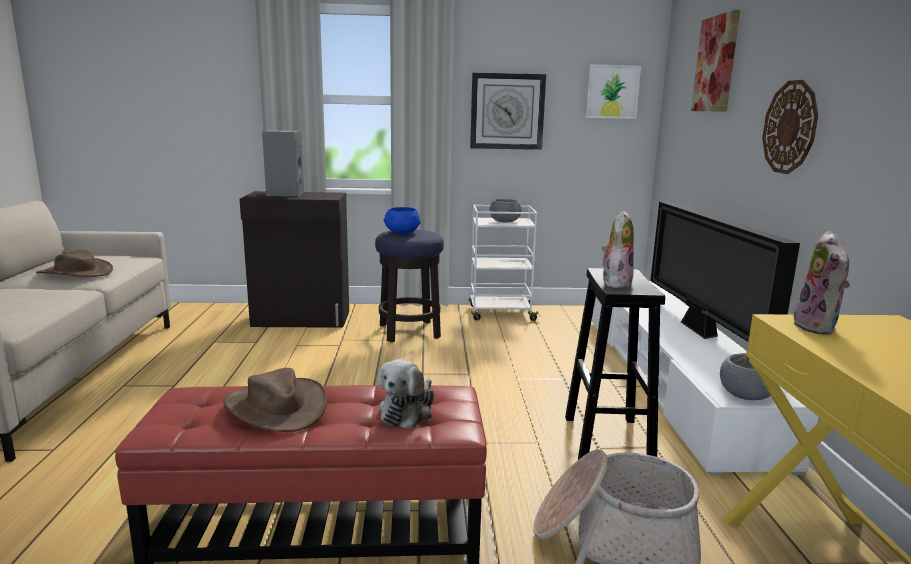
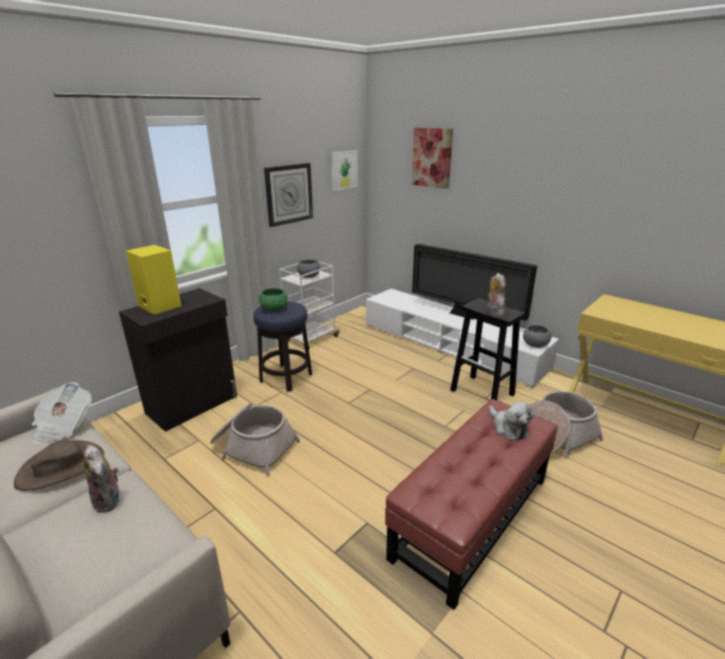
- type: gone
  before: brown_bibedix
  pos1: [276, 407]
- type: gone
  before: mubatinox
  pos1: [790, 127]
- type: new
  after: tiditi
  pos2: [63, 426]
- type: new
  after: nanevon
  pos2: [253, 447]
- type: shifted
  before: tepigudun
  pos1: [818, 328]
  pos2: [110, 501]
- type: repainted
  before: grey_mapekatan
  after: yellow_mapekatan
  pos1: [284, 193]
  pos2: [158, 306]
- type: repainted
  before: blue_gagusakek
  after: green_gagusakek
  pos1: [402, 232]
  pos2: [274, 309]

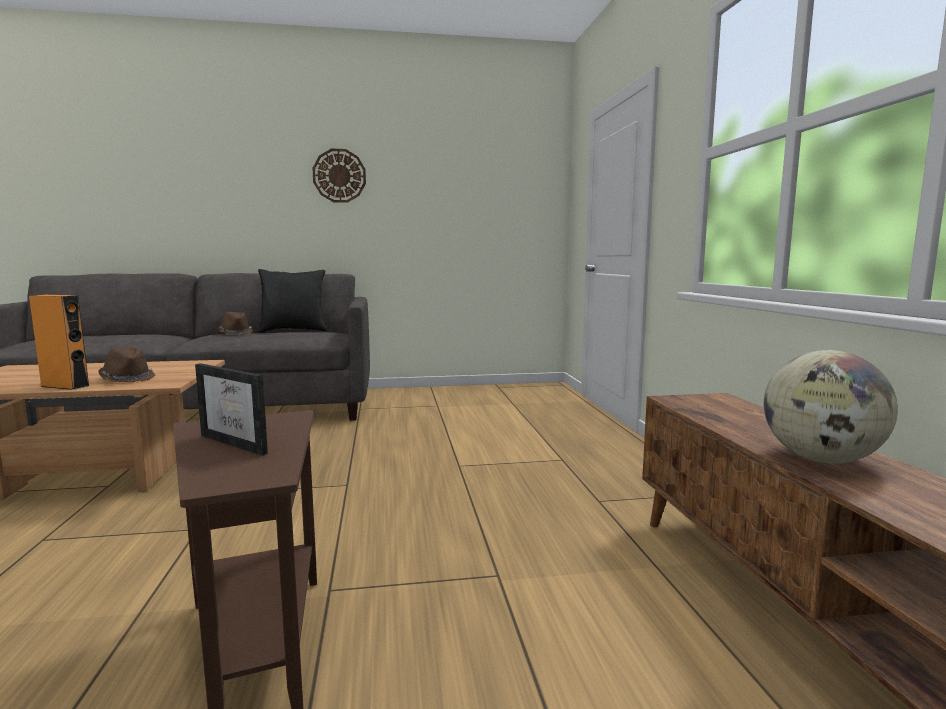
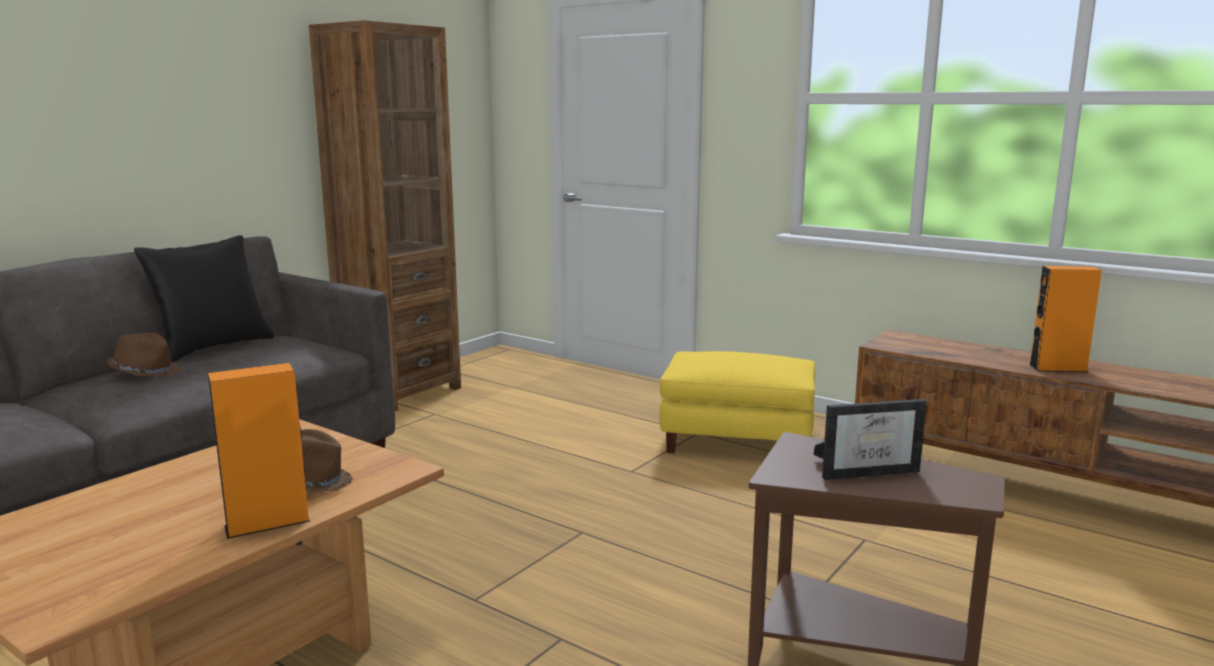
- type: gone
  before: mubatinox
  pos1: [339, 176]
- type: new
  after: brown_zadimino
  pos2: [400, 392]
- type: new
  after: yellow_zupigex
  pos2: [738, 440]
- type: swapped
  before: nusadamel
  after: orange_mapekatan
  pos1: [820, 459]
  pos2: [1057, 368]

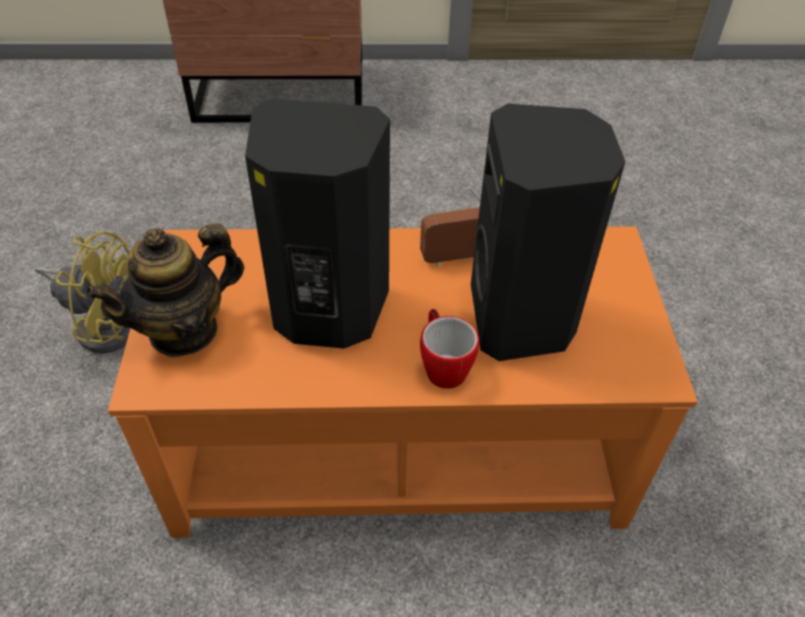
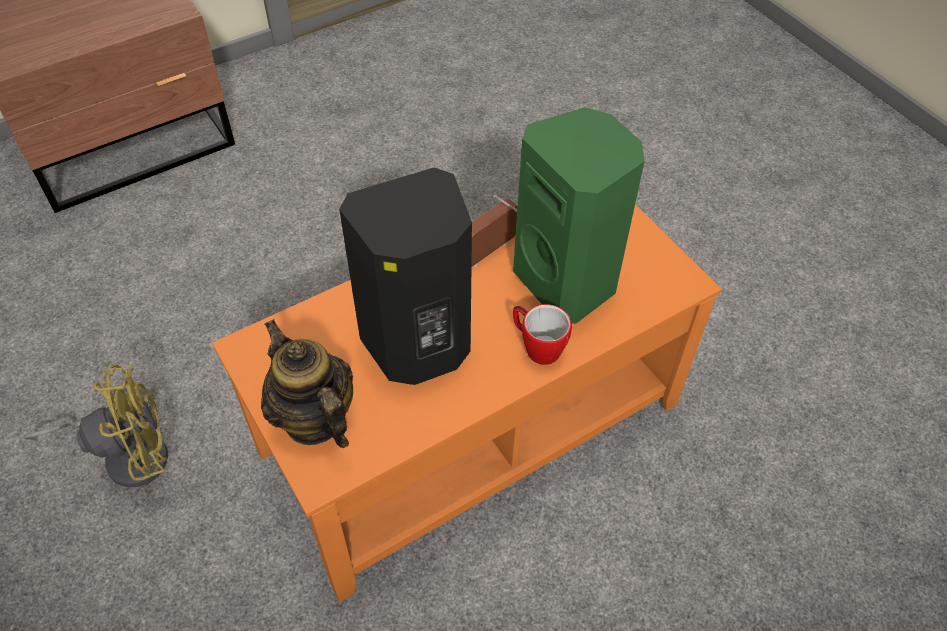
- type: repainted
  before: black_mapekatan
  after: green_mapekatan
  pos1: [522, 318]
  pos2: [568, 281]
- type: rotated
  before: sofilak
  pos1: [184, 330]
  pos2: [314, 418]
  turn: 120

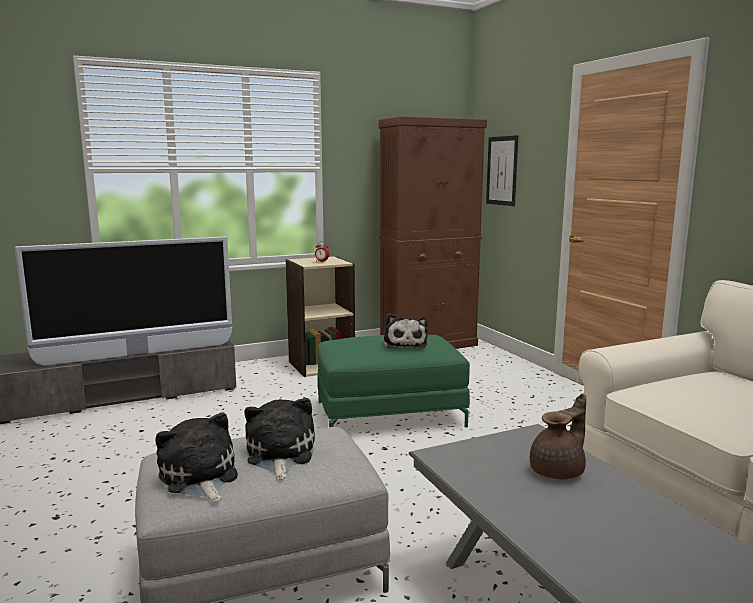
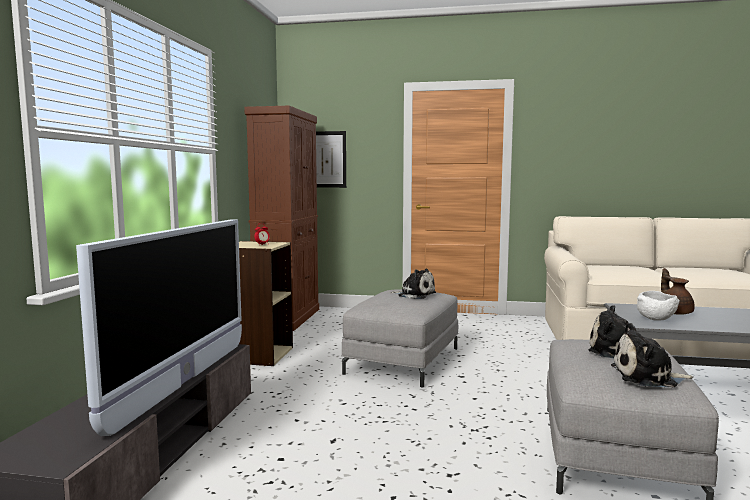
- type: new
  after: white_gagusakek
  pos2: [656, 319]
- type: repainted
  before: green_zupigex
  after: grey_zupigex
  pos1: [389, 413]
  pos2: [402, 360]

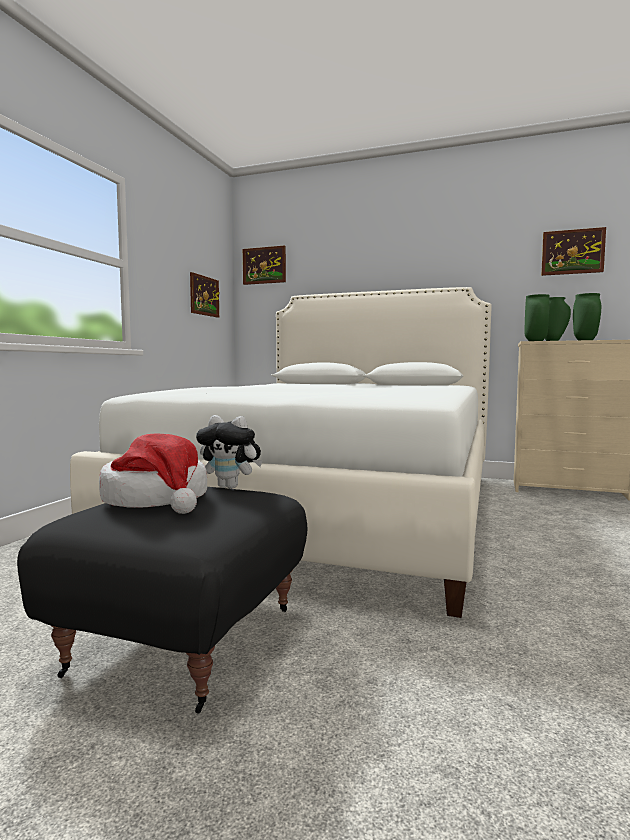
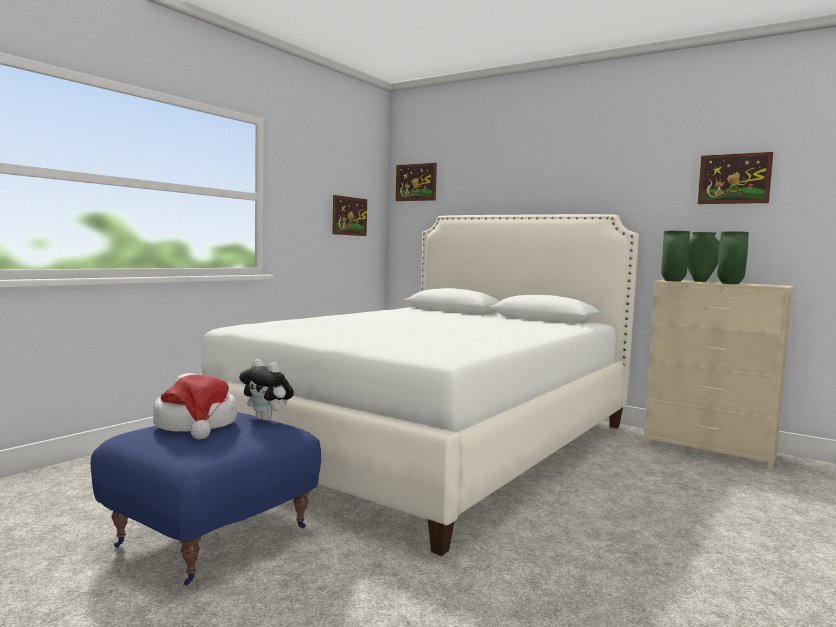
- type: repainted
  before: black_zupigex
  after: blue_zupigex
  pos1: [185, 640]
  pos2: [213, 536]

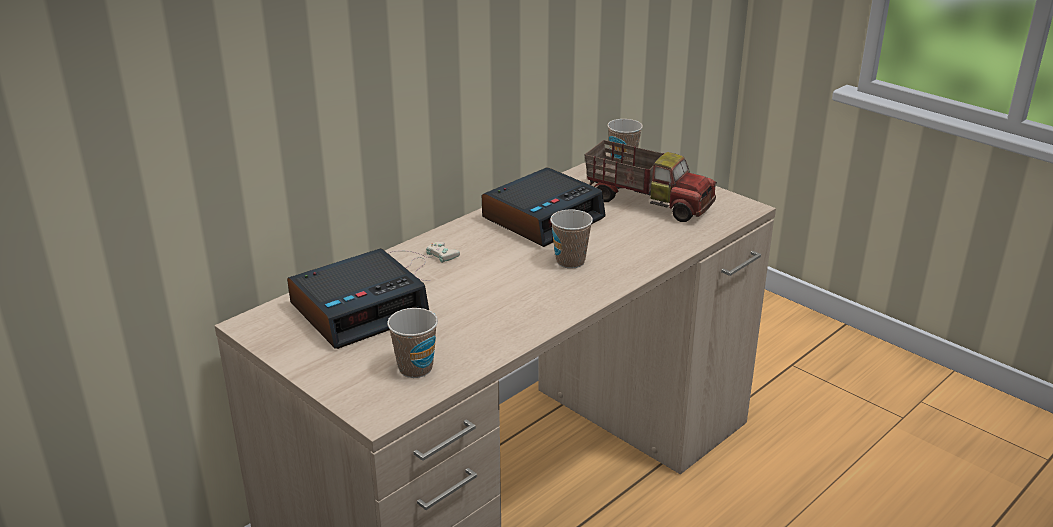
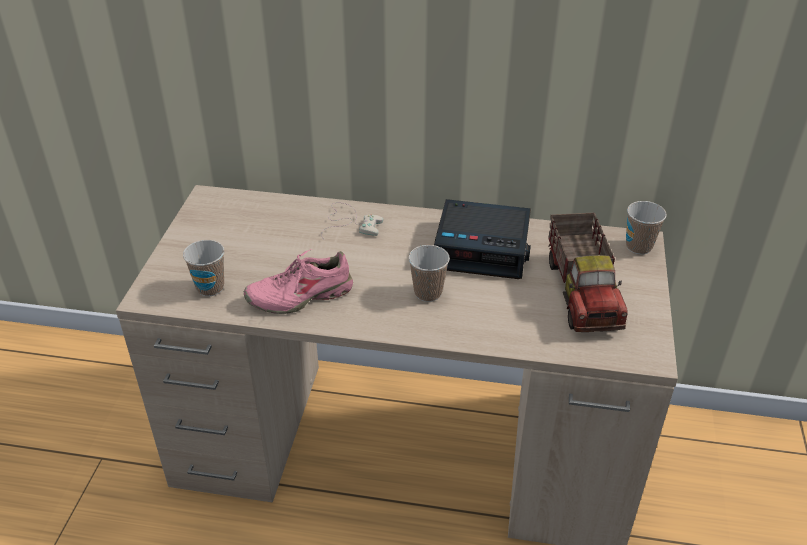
- type: gone
  before: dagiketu
  pos1: [360, 309]
- type: new
  after: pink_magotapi
  pos2: [300, 295]

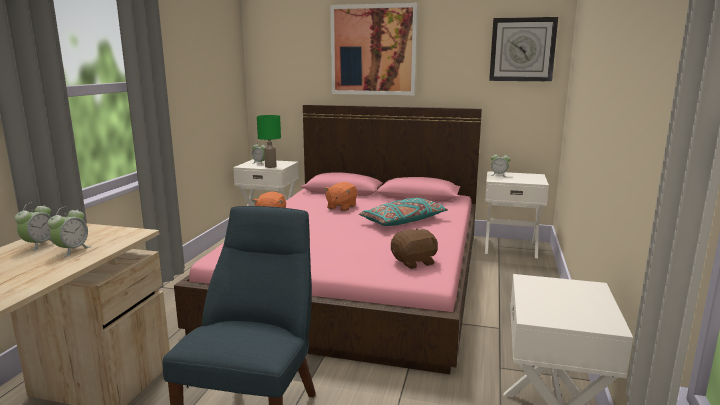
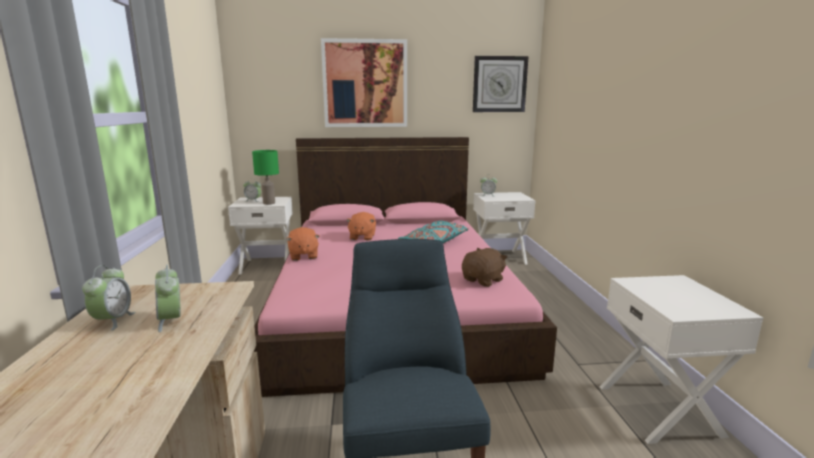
- type: rotated
  before: dagiketu
  pos1: [72, 250]
  pos2: [171, 321]
  turn: 150

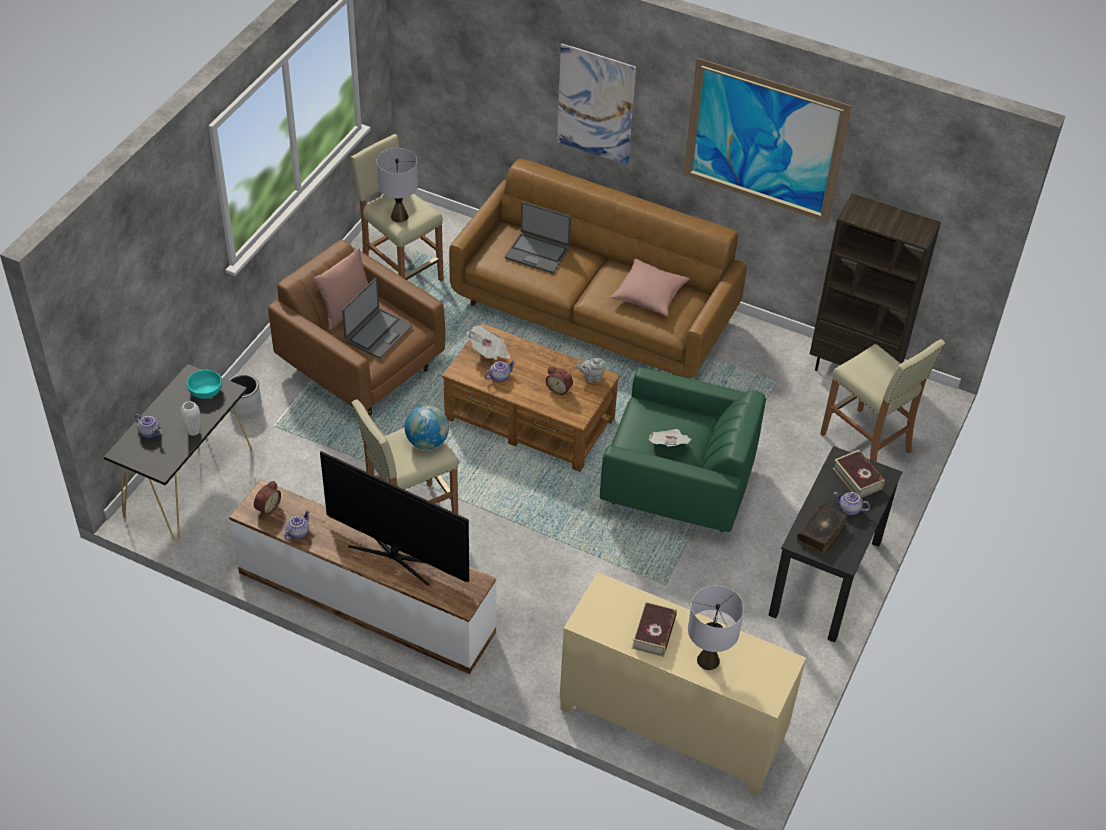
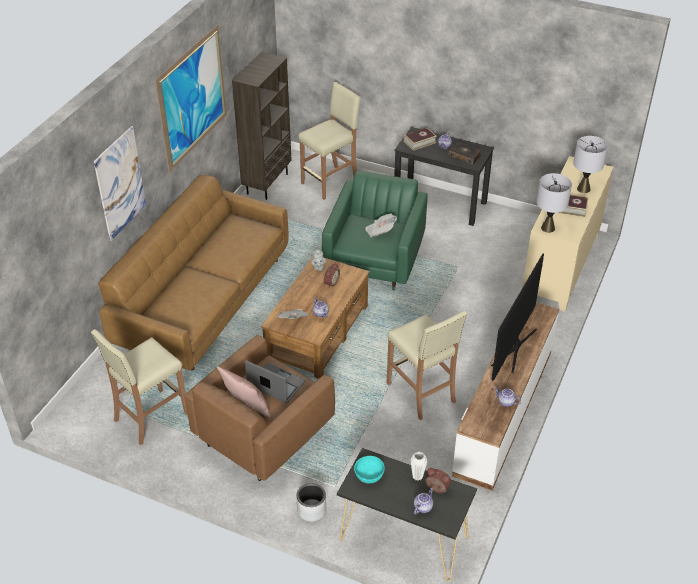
- type: gone
  before: nusadamel
  pos1: [427, 442]
- type: gone
  before: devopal
  pos1: [537, 253]
- type: gone
  before: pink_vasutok
  pos1: [649, 295]
- type: shifted
  before: dagiketu
  pos1: [267, 507]
  pos2: [436, 489]
- type: shifted
  before: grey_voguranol
  pos1: [399, 216]
  pos2: [547, 228]

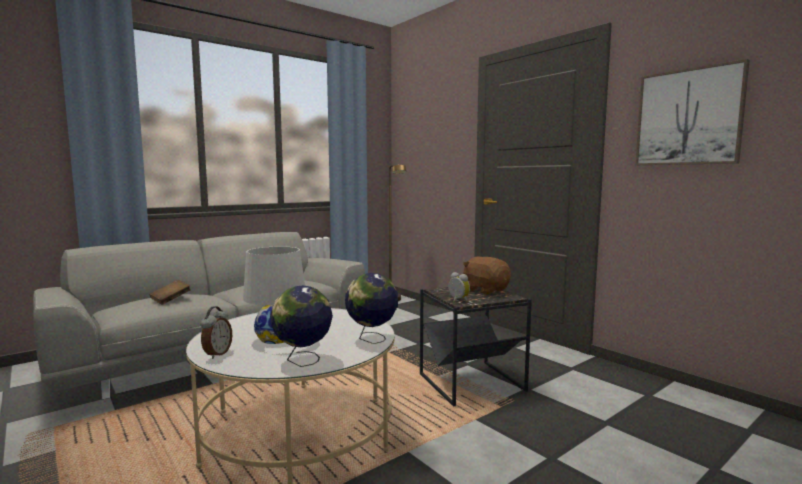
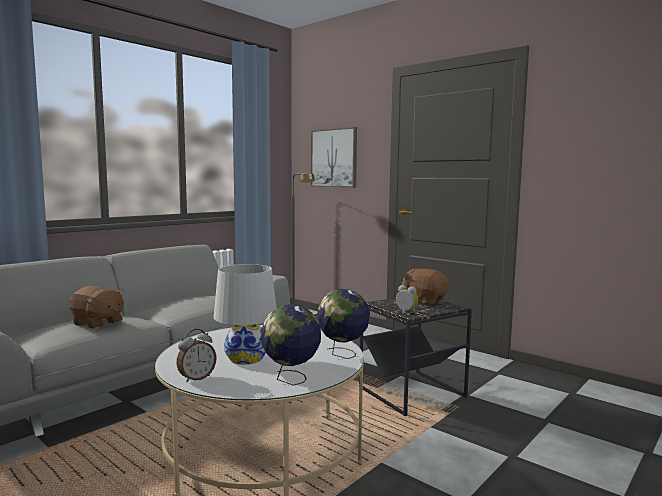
- type: shifted
  before: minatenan
  pos1: [688, 117]
  pos2: [334, 158]
- type: swapped
  before: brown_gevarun
  after: brown_tepigudun
  pos1: [171, 300]
  pos2: [97, 323]
- type: rotated
  before: dagiketu
  pos1: [217, 354]
  pos2: [196, 378]
  turn: 45

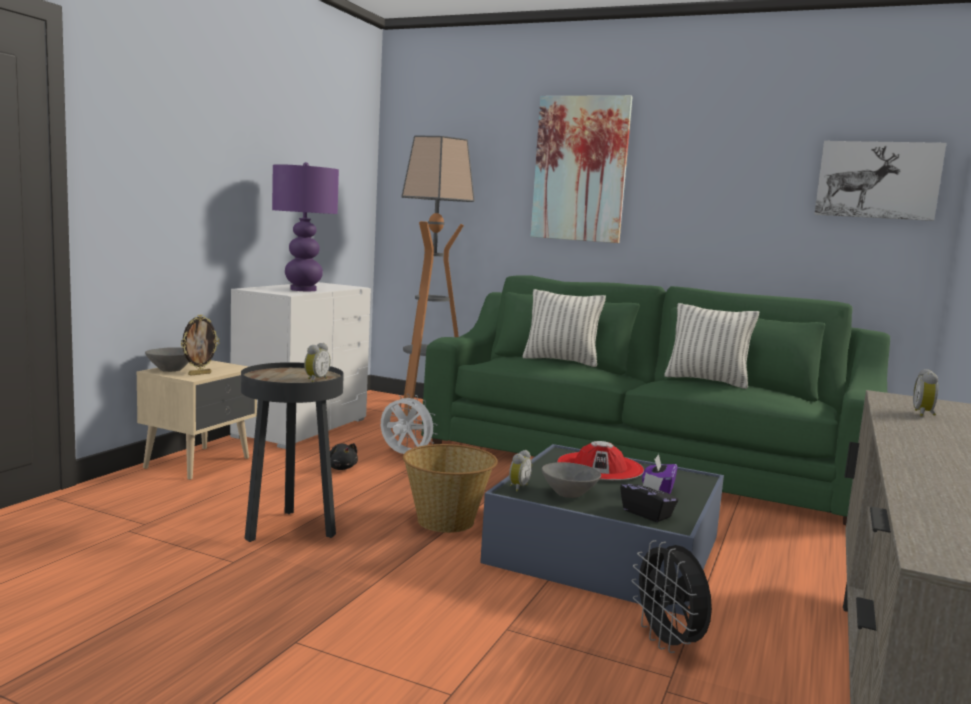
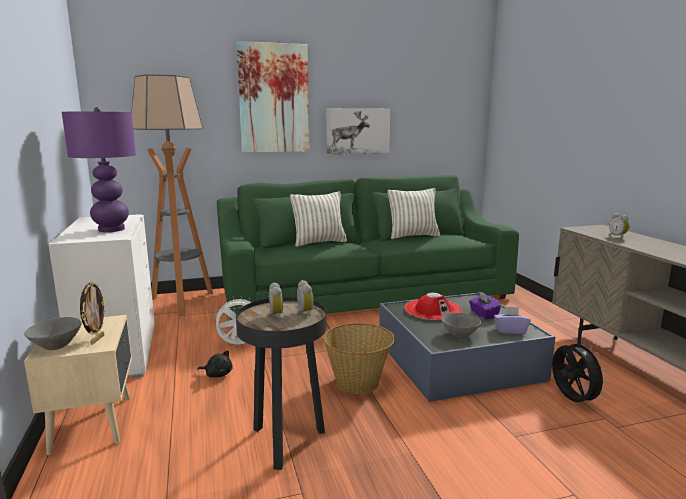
- type: shifted
  before: dagiketu
  pos1: [517, 487]
  pos2: [274, 316]
- type: shifted
  before: minatenan
  pos1: [877, 180]
  pos2: [357, 131]
- type: repainted
  before: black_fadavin
  after: purple_fadavin
  pos1: [647, 514]
  pos2: [510, 330]
- type: rotated
  before: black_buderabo
  pos1: [668, 643]
  pos2: [571, 400]
  turn: -135

